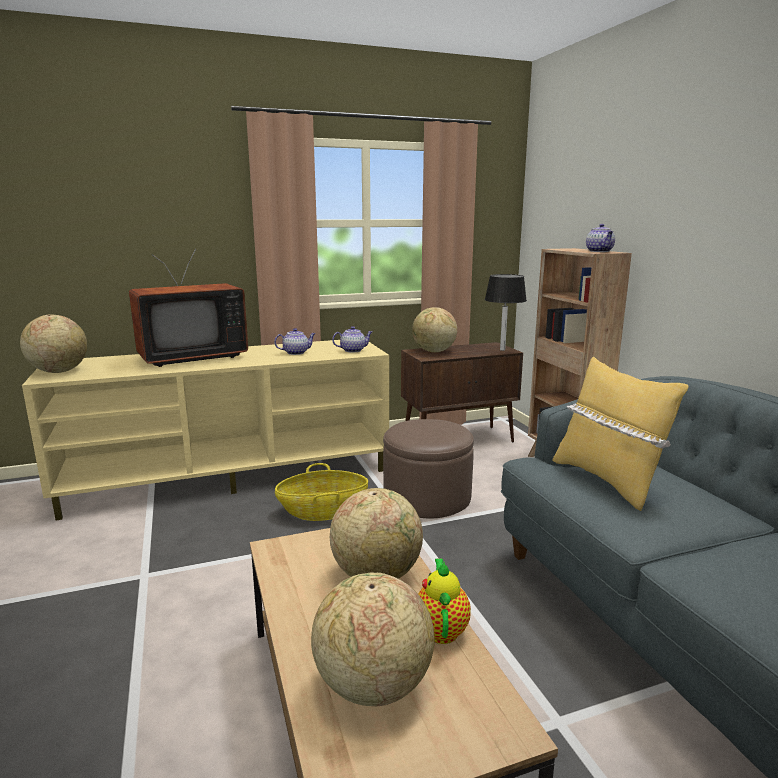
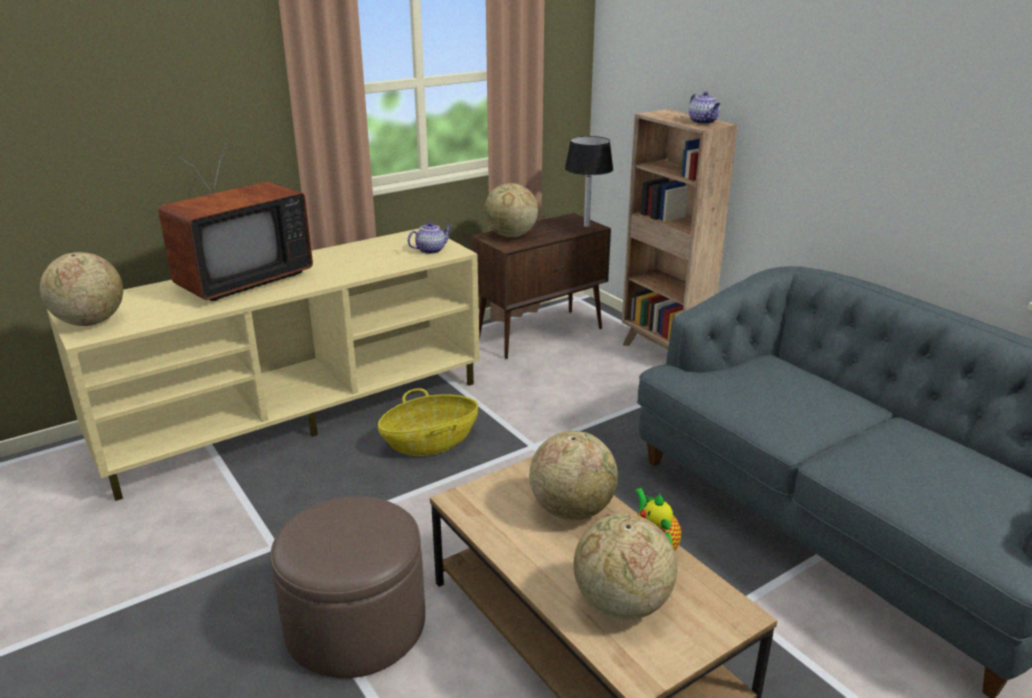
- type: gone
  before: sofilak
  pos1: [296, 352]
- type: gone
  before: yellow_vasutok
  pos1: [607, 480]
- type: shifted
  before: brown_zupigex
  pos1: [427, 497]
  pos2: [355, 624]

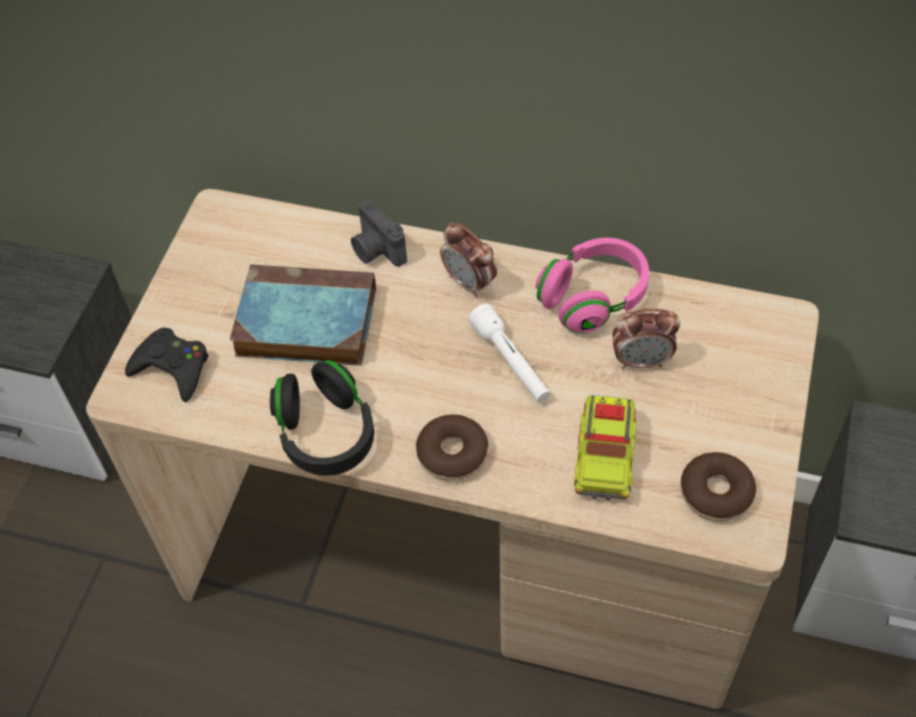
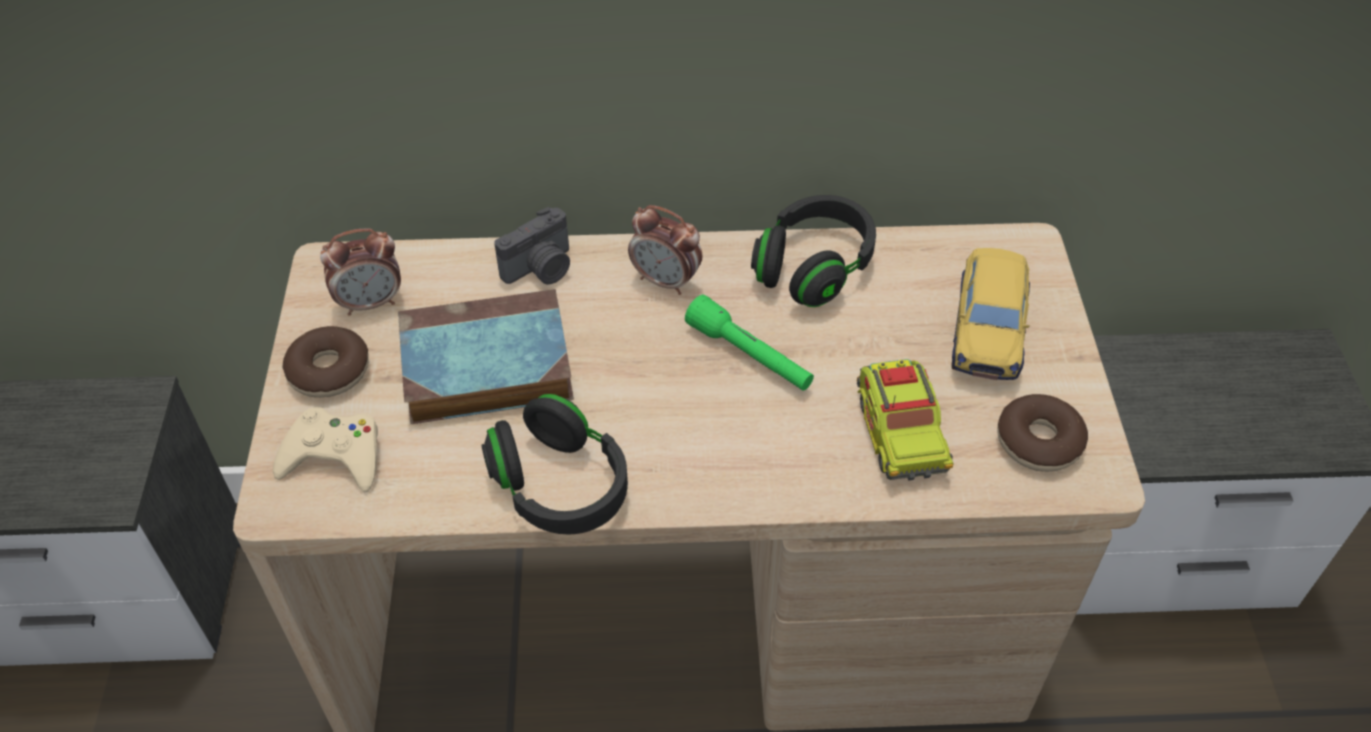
- type: new
  after: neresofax
  pos2: [987, 330]
- type: shifted
  before: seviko
  pos1: [452, 453]
  pos2: [329, 371]
- type: shifted
  before: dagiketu
  pos1: [641, 361]
  pos2: [371, 303]
- type: repainted
  before: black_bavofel
  after: beige_bavofel
  pos1: [172, 368]
  pos2: [334, 456]
- type: repainted
  before: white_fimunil
  after: green_fimunil
  pos1: [511, 362]
  pos2: [749, 356]
- type: repainted
  before: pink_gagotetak
  after: black_gagotetak
  pos1: [593, 298]
  pos2: [813, 268]
- type: rotated
  before: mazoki
  pos1: [376, 250]
  pos2: [541, 269]
  turn: -75

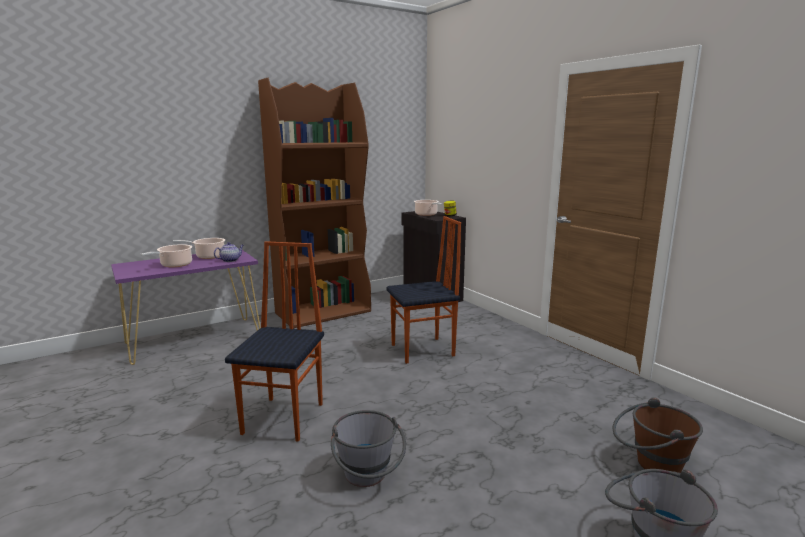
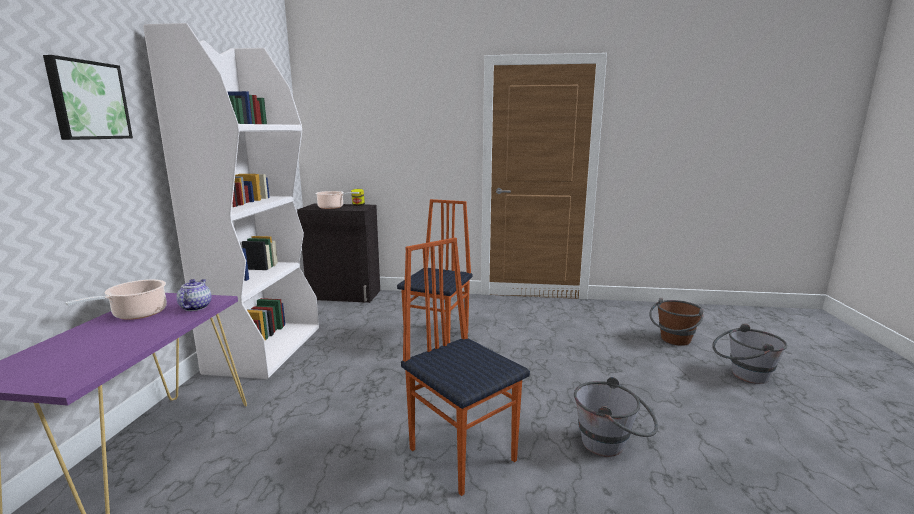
- type: gone
  before: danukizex
  pos1: [174, 265]
- type: new
  after: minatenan
  pos2: [88, 100]
- type: repainted
  before: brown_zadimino
  after: white_zadimino
  pos1: [323, 312]
  pos2: [265, 348]

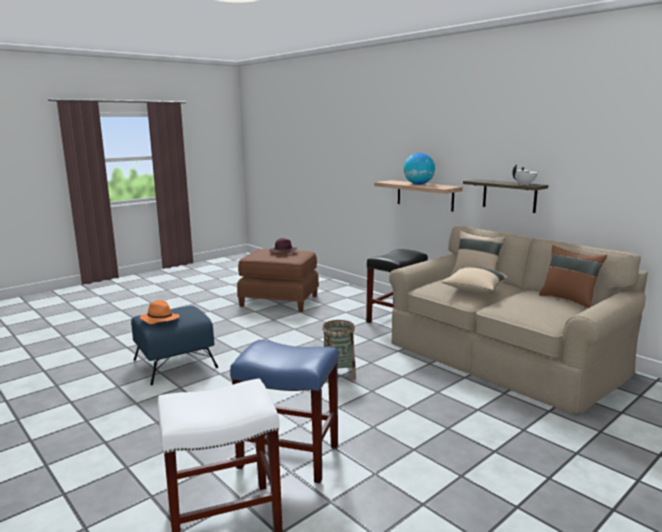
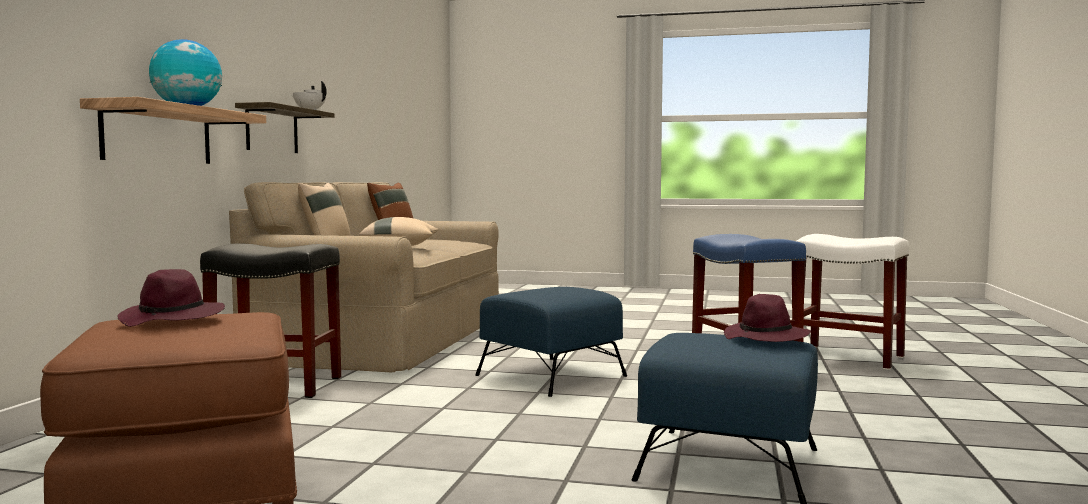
- type: swapped
  before: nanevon
  after: blue_zupigex
  pos1: [339, 374]
  pos2: [552, 375]
- type: repainted
  before: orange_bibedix
  after: purple_bibedix
  pos1: [159, 319]
  pos2: [766, 338]

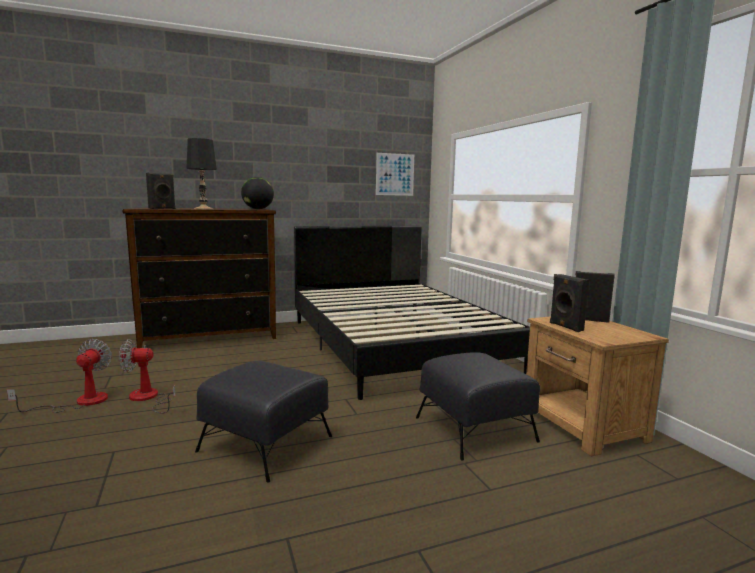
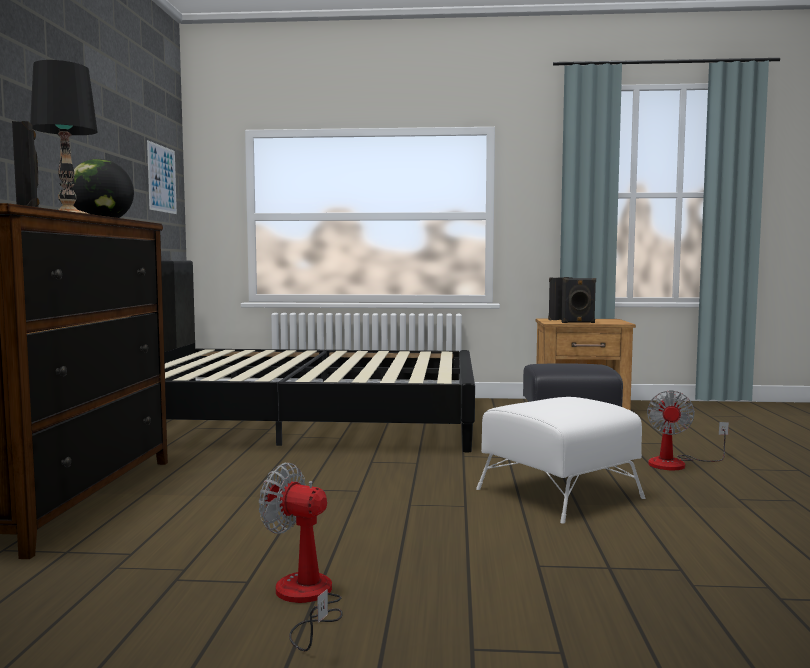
- type: shifted
  before: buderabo
  pos1: [148, 398]
  pos2: [677, 463]
- type: repainted
  before: black_zupigex
  after: white_zupigex
  pos1: [266, 444]
  pos2: [560, 493]

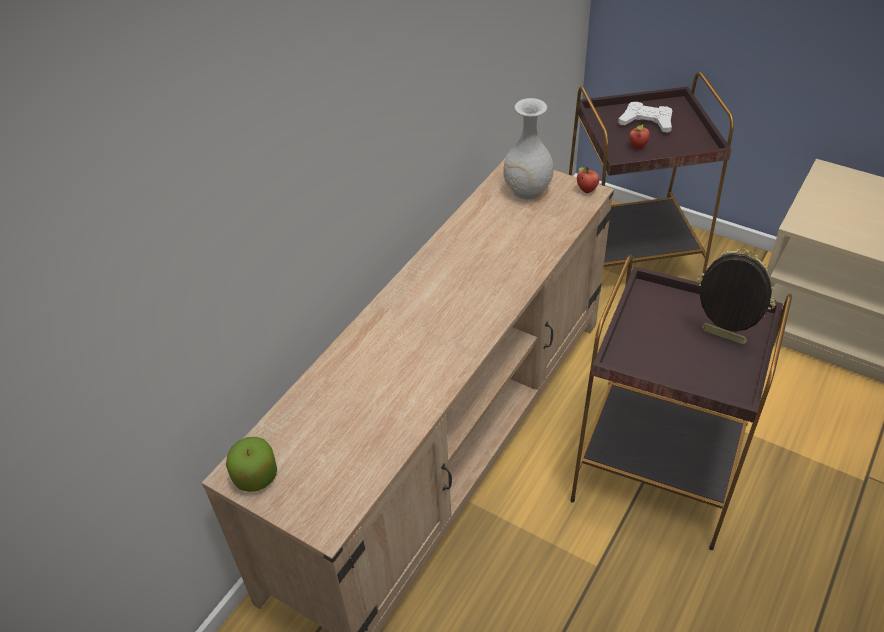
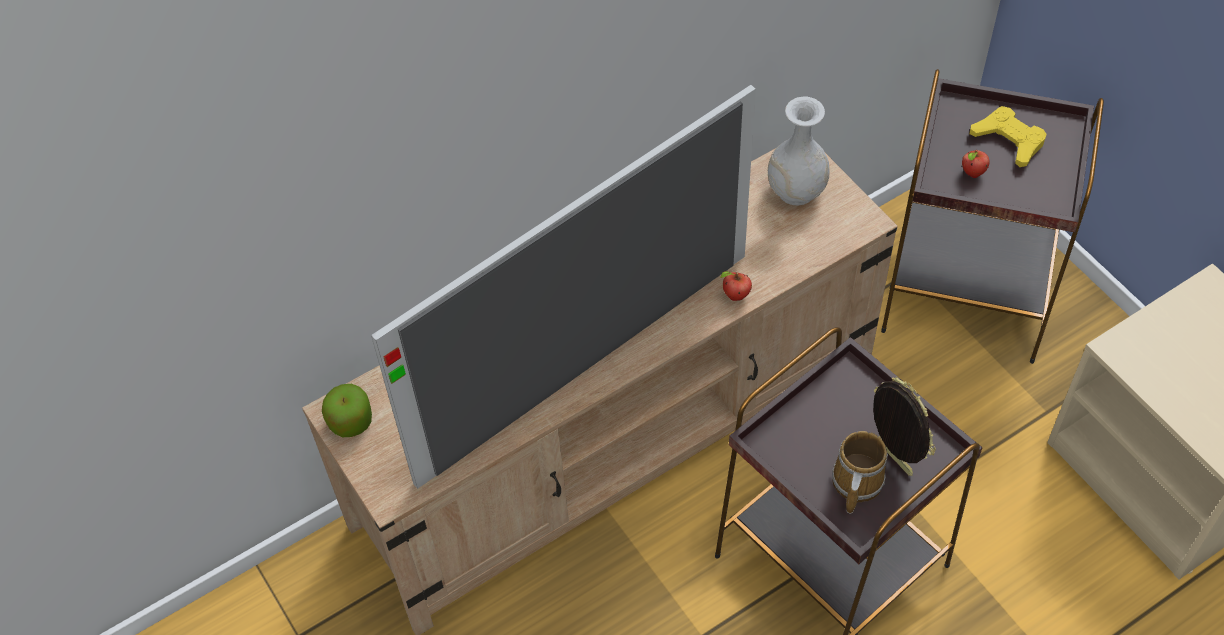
- type: new
  after: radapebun
  pos2: [587, 366]
- type: new
  after: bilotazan
  pos2: [855, 483]
- type: shifted
  before: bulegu
  pos1: [586, 191]
  pos2: [735, 296]
- type: repainted
  before: white_bavofel
  after: yellow_bavofel
  pos1: [646, 122]
  pos2: [1008, 140]

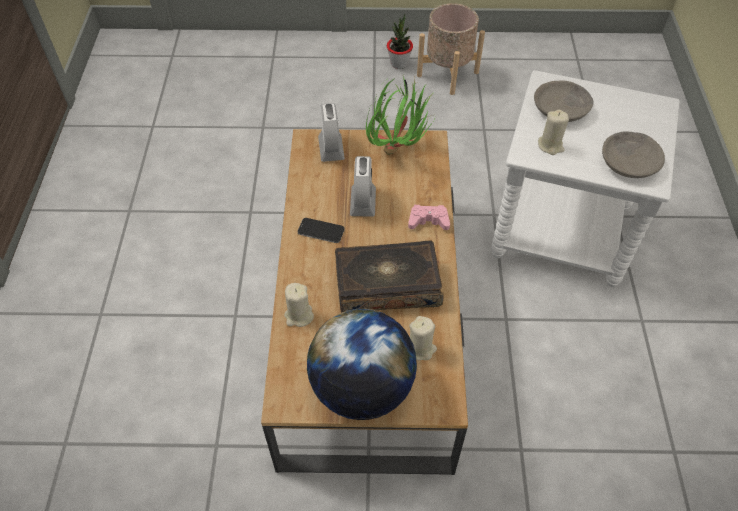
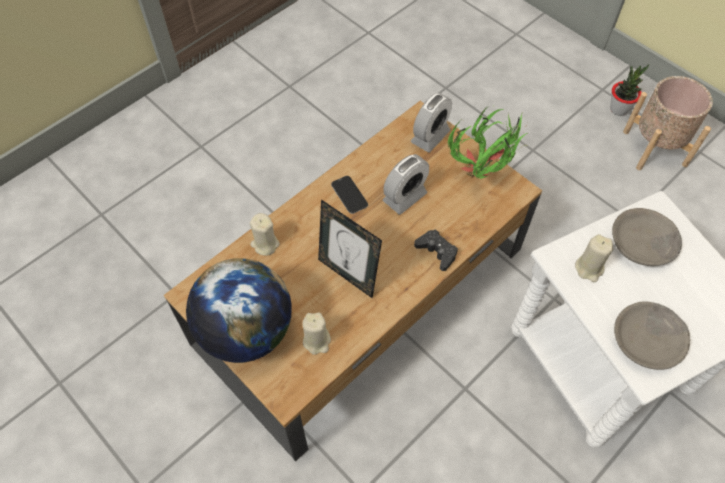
- type: swapped
  before: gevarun
  after: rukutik
  pos1: [387, 285]
  pos2: [348, 274]
- type: repainted
  before: pink_bavofel
  after: black_bavofel
  pos1: [428, 221]
  pos2: [437, 252]

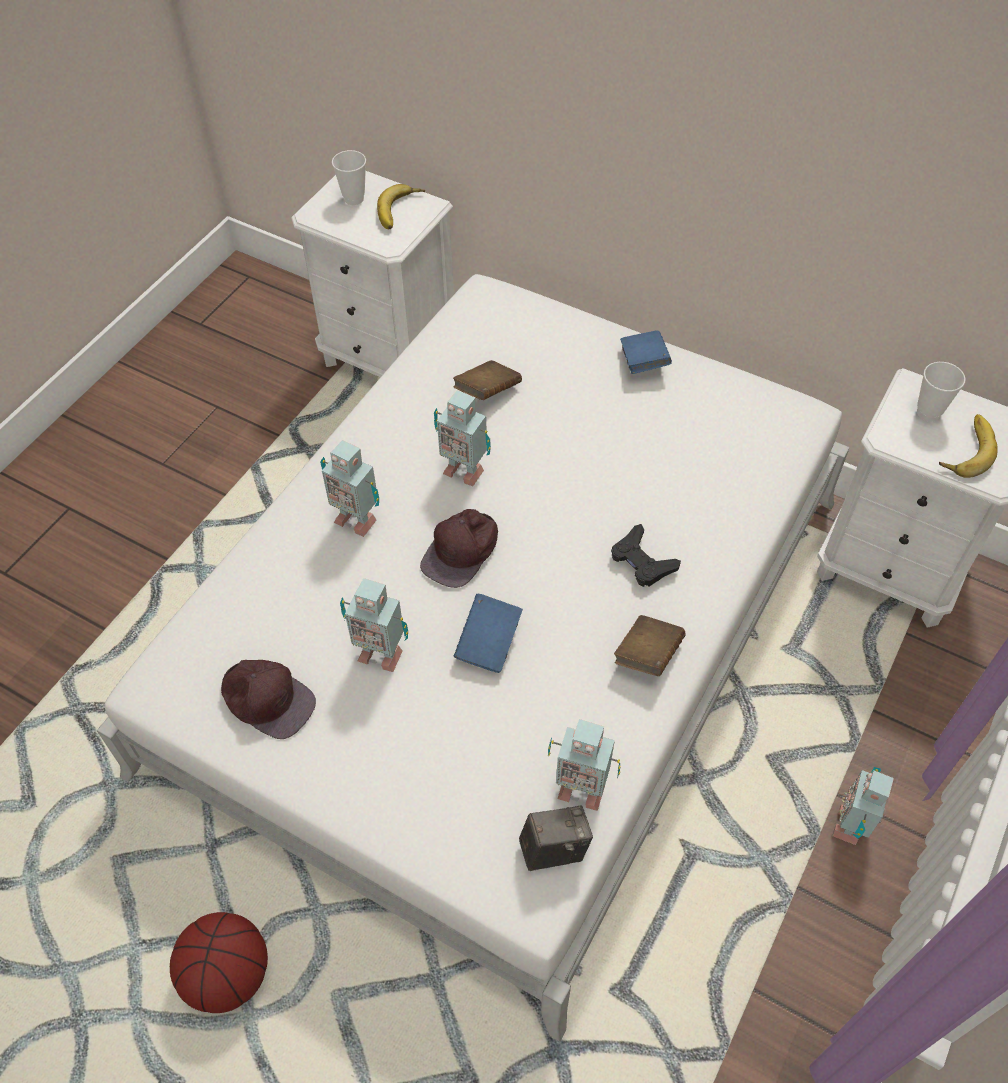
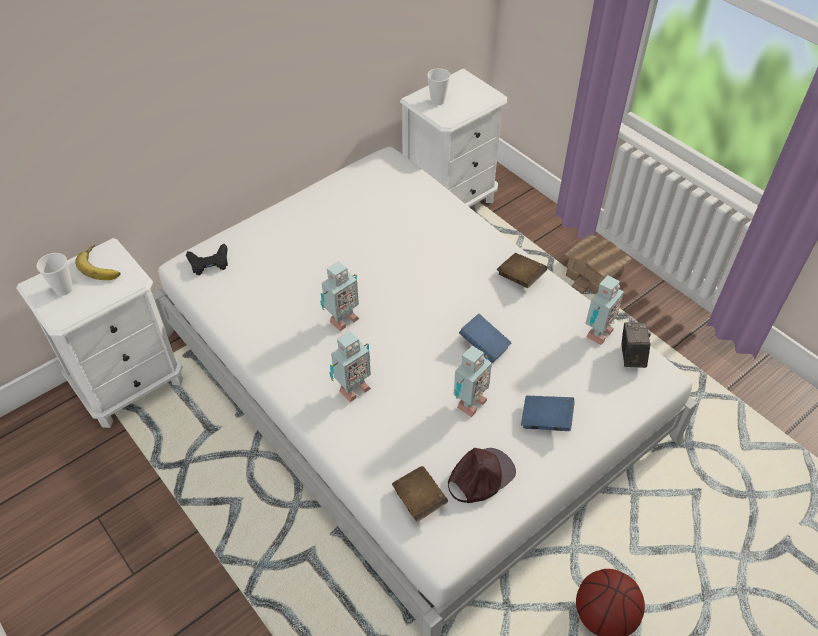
- type: gone
  before: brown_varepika
  pos1: [461, 551]
- type: gone
  before: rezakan
  pos1: [965, 449]
- type: shifted
  before: brown_gevarun
  pos1: [487, 391]
  pos2: [419, 500]
- type: shifted
  before: black_bavofel
  pos1: [642, 561]
  pos2: [209, 263]
- type: shifted
  before: blue_gevarun
  pos1: [643, 363]
  pos2: [546, 420]
- type: swapped
  before: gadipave
  after: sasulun
  pos1: [851, 825]
  pos2: [594, 276]

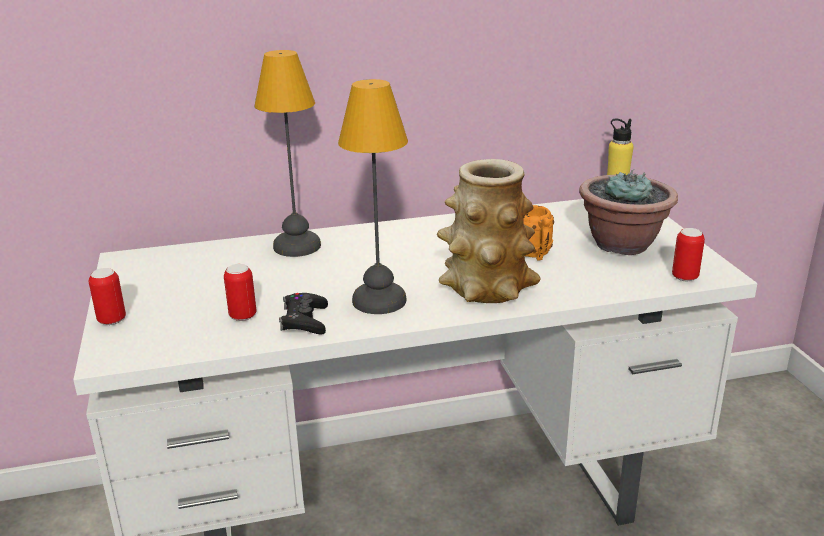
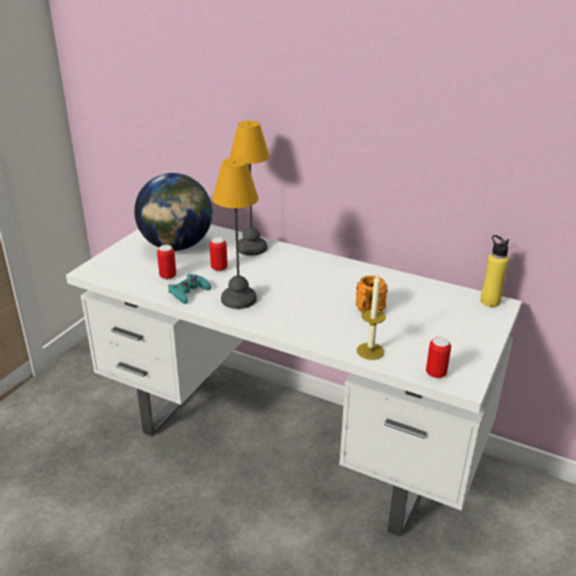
- type: gone
  before: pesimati
  pos1: [486, 288]
- type: gone
  before: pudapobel
  pos1: [622, 244]
- type: new
  after: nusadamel
  pos2: [176, 247]
- type: new
  after: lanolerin
  pos2: [370, 351]
- type: shifted
  before: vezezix
  pos1: [112, 320]
  pos2: [219, 268]
- type: repainted
  before: black_bavofel
  after: turquoise_bavofel
  pos1: [304, 320]
  pos2: [189, 292]

